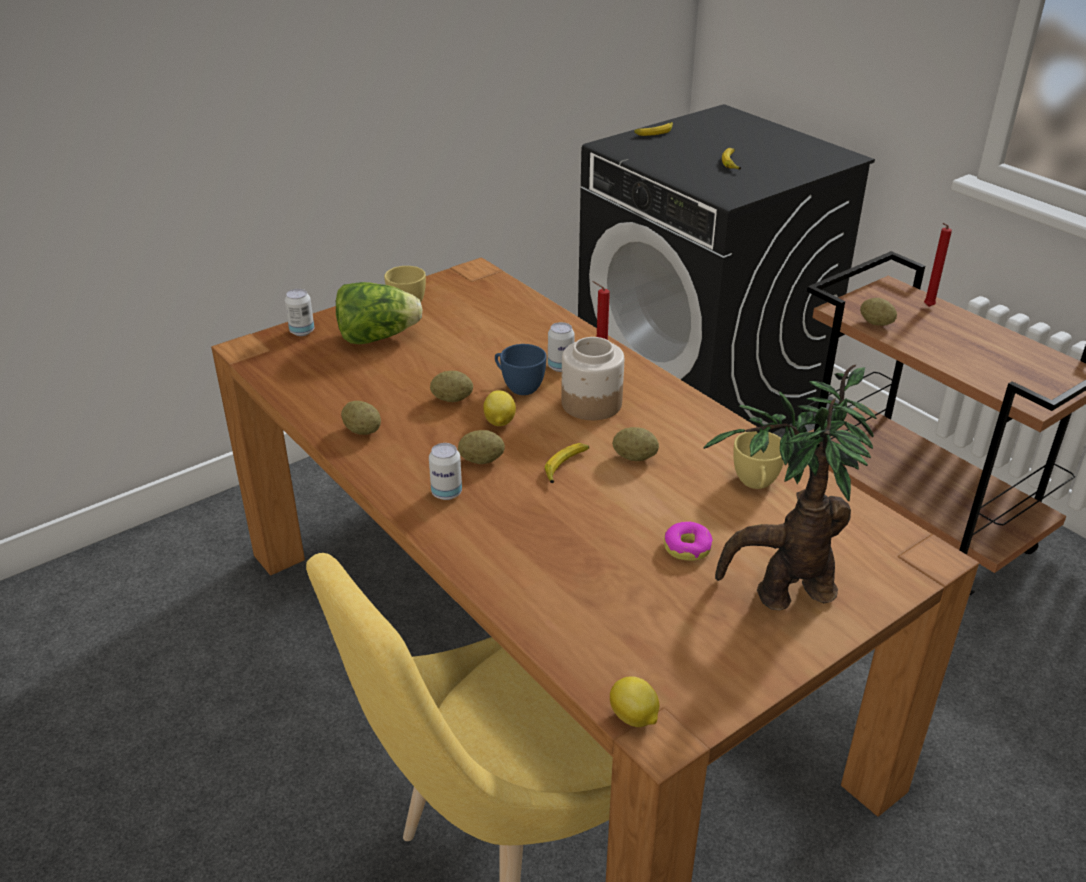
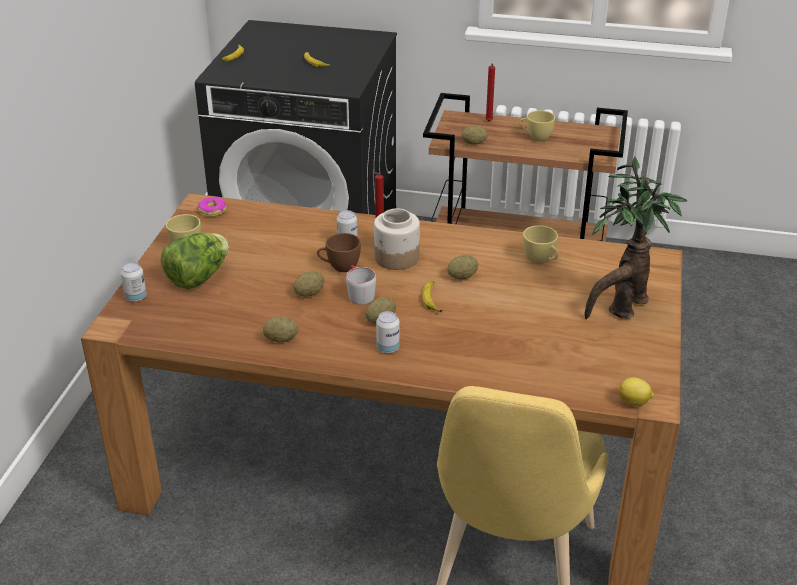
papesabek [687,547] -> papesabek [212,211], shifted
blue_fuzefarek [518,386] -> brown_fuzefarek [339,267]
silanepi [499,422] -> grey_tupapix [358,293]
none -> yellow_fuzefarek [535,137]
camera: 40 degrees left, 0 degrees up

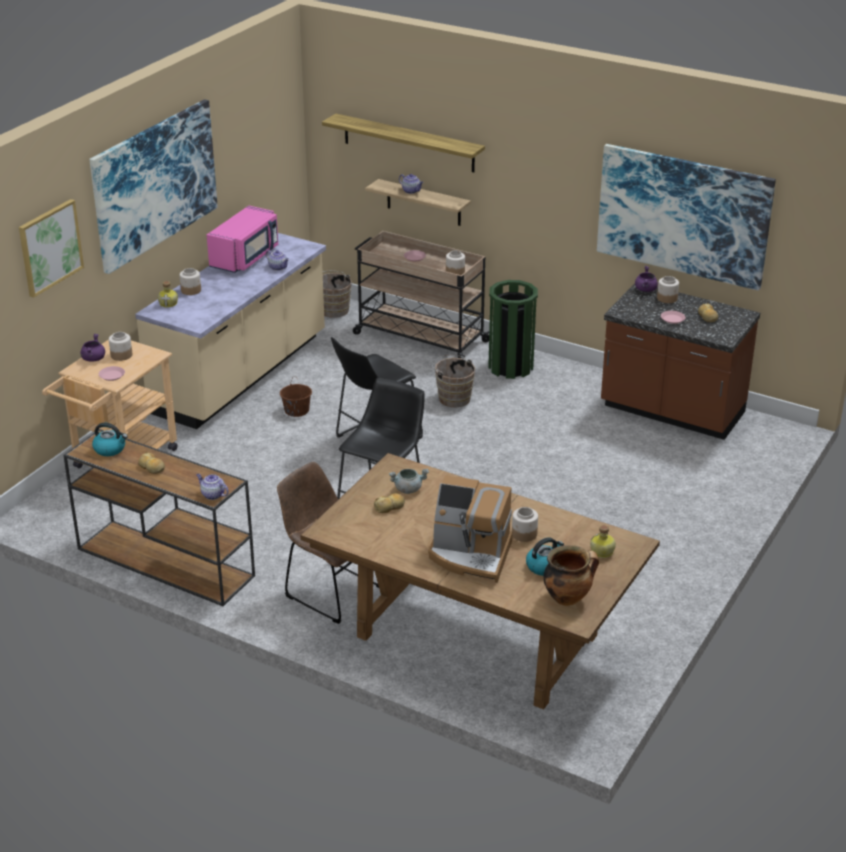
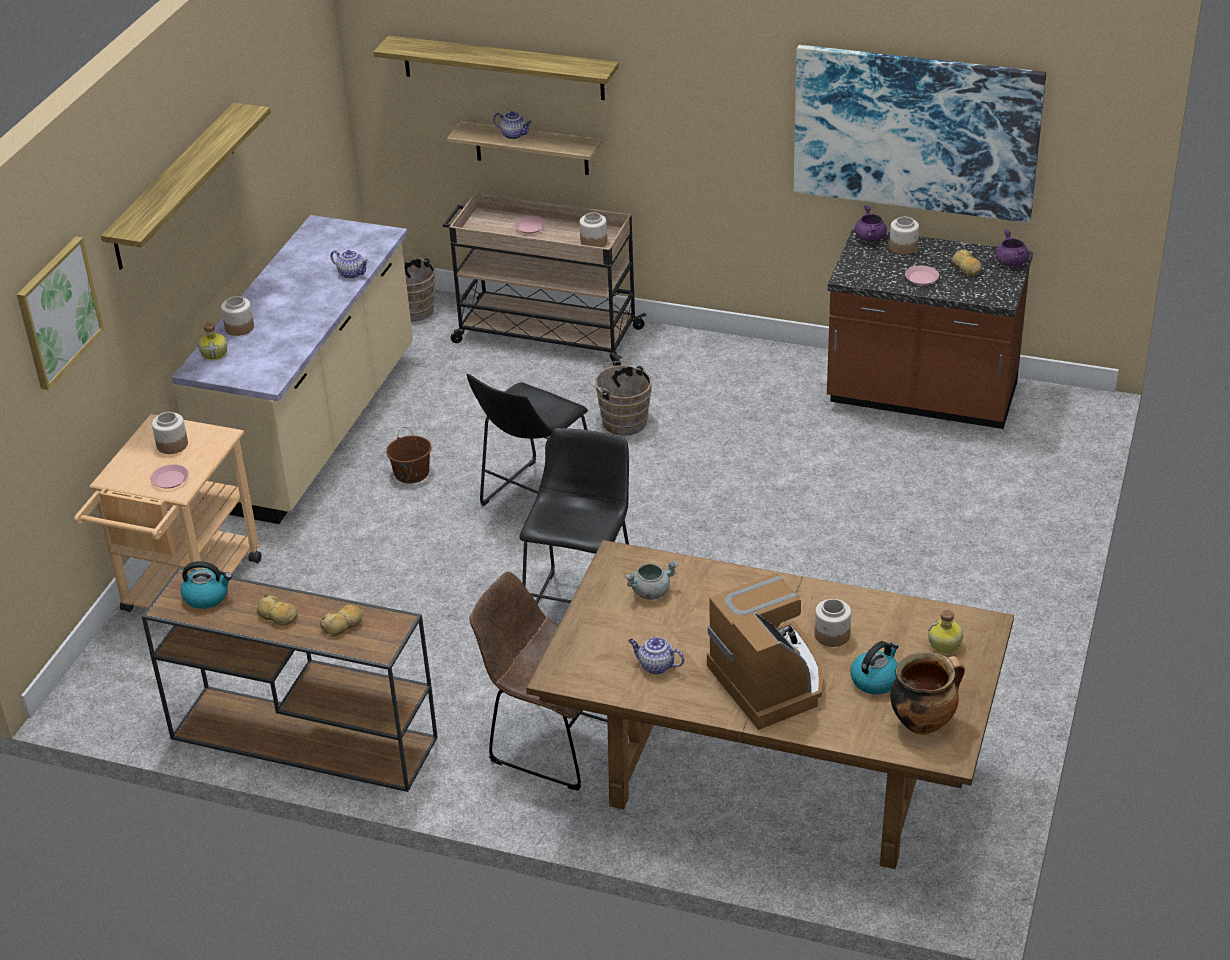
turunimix [154,184] -> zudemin [174,187]
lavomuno [390,507] -> lavomuno [343,625], shifted
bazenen [212,495] -> bazenen [655,666], shifted
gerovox [470,555] -> gerovox [771,680], 120 degrees counterclockwise
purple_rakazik [93,358] -> purple_rakazik [1010,262], shifted
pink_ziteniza [246,257] -> none
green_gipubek [511,367] -> none
camera: 10 degrees left, 5 degrees up

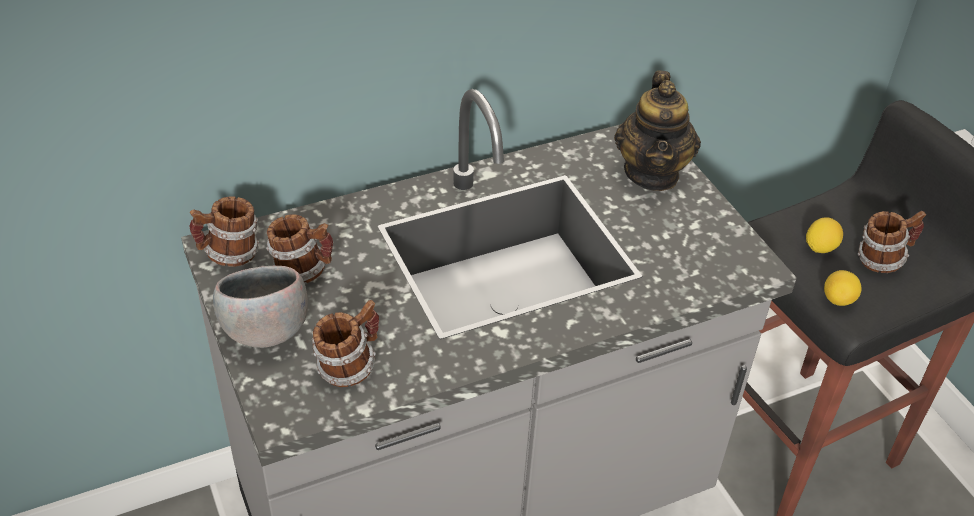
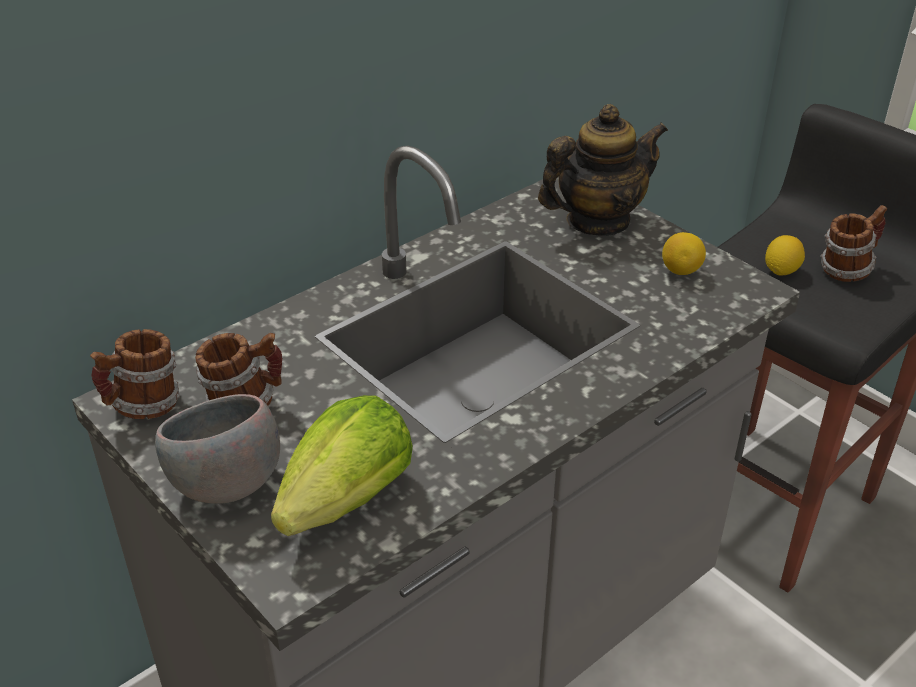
tupapix [349,366] -> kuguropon [348,499]
bazenen [652,173] -> bazenen [597,221], 105 degrees counterclockwise
silanepi [838,300] -> silanepi [681,271], shifted
camera: 15 degrees left, 5 degrees down

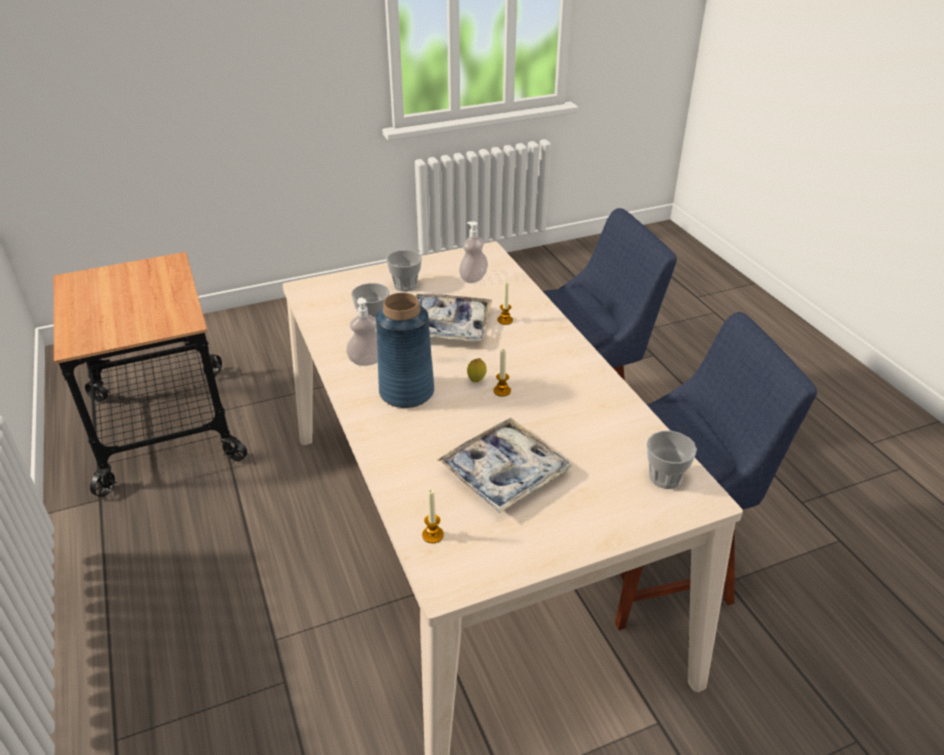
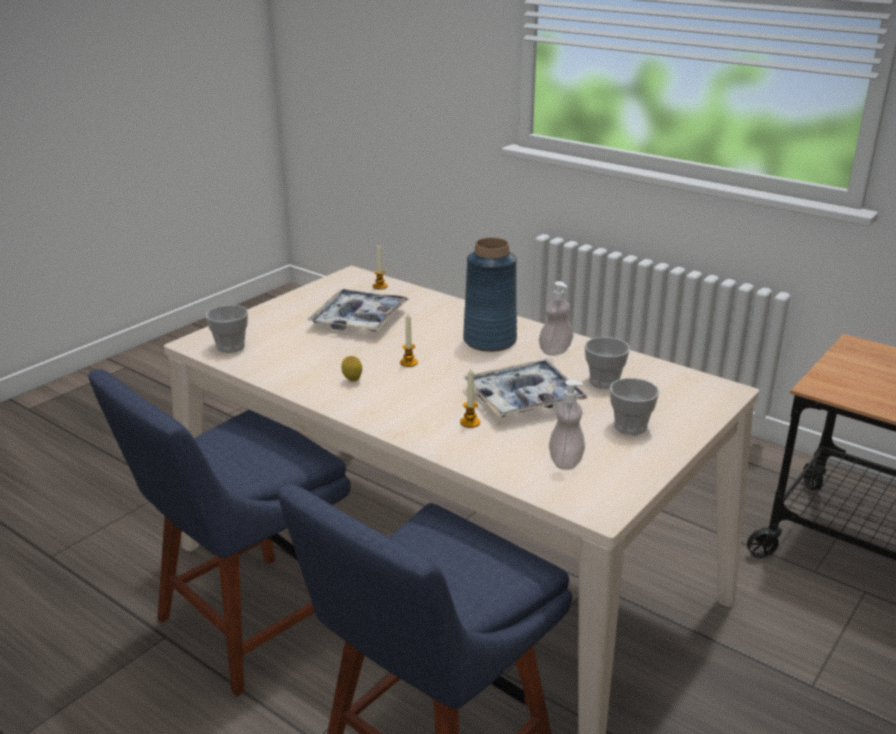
silanepi [476,381] -> silanepi [352,381], shifted
camera: 150 degrees right, 10 degrees down

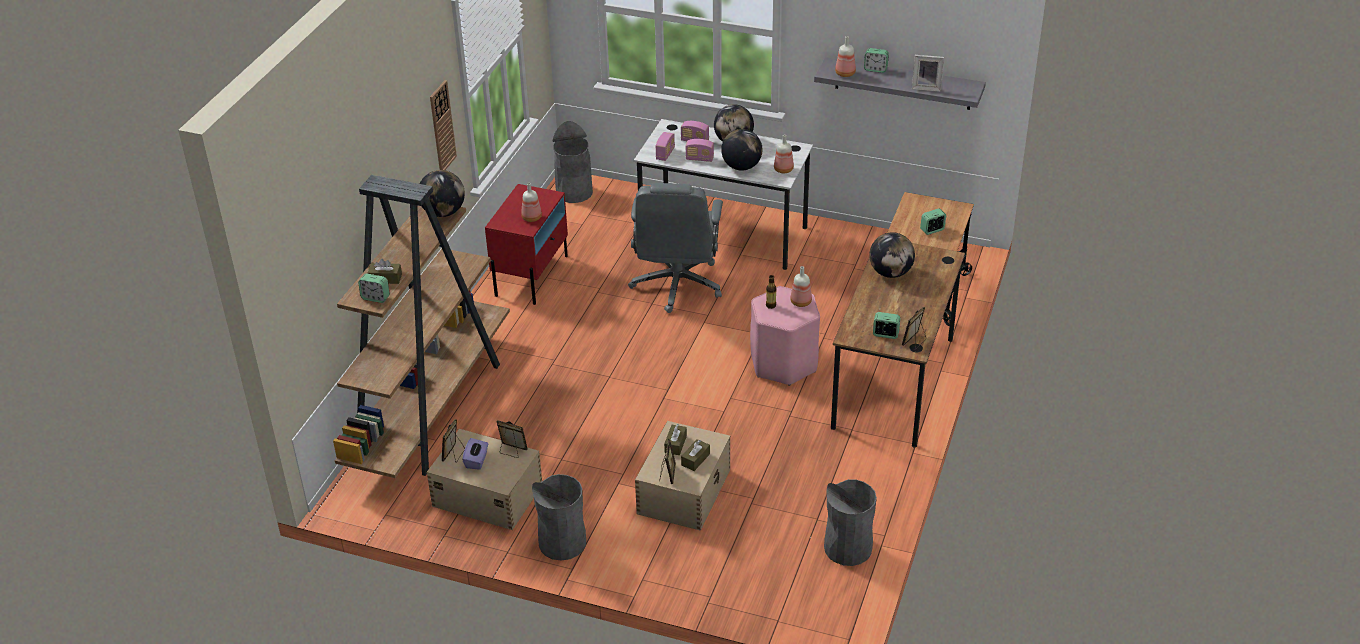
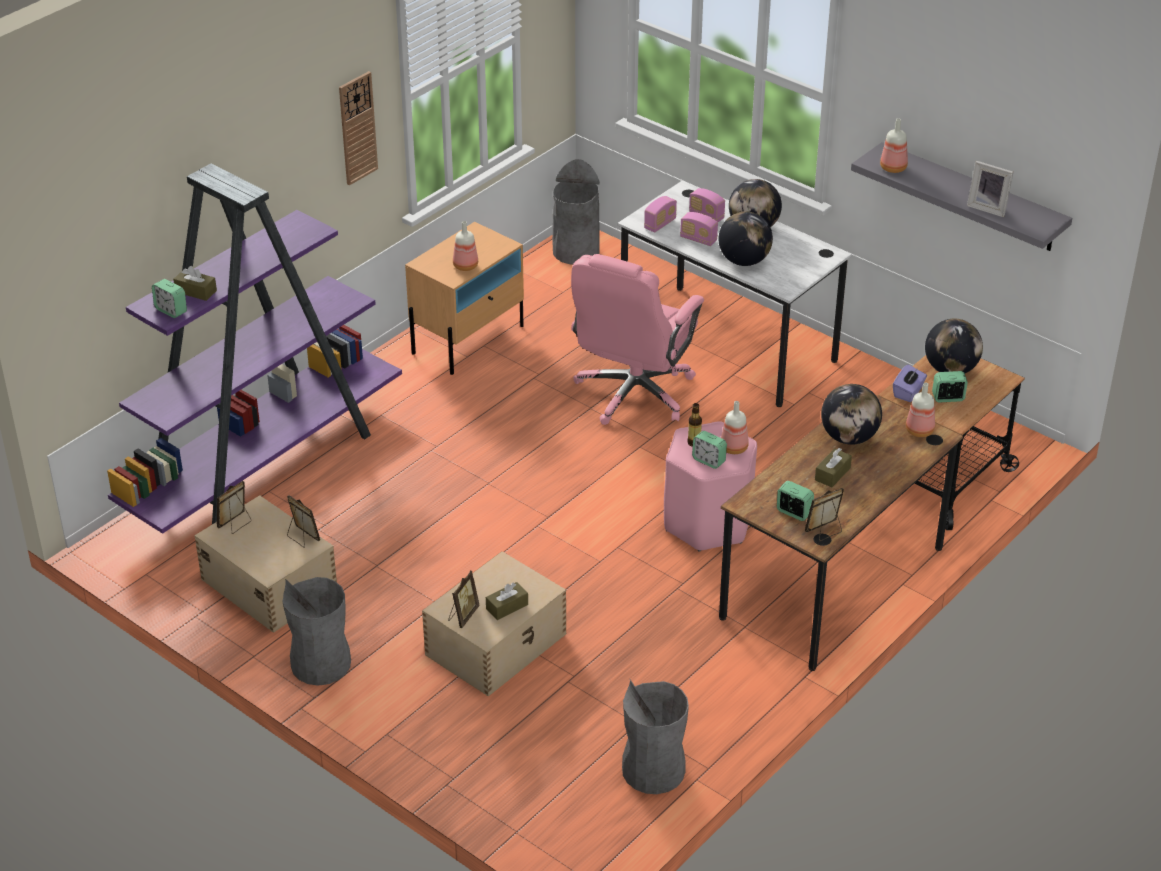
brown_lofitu [431,408] -> purple_lofitu [265,465]
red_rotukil [532,275] -> beige_rotukil [468,339]
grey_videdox [677,285] -> pink_videdox [633,393]
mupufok [875,69] -> mupufok [708,460], shifted
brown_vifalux [675,444] -> brown_vifalux [832,474], shifted
purple_vifalux [476,461] -> purple_vifalux [908,392], shifted
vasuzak [783,169] -> vasuzak [919,430], shifted
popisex [443,212] -> popisex [950,370], shifted
camera: 20 degrees right, 0 degrees up

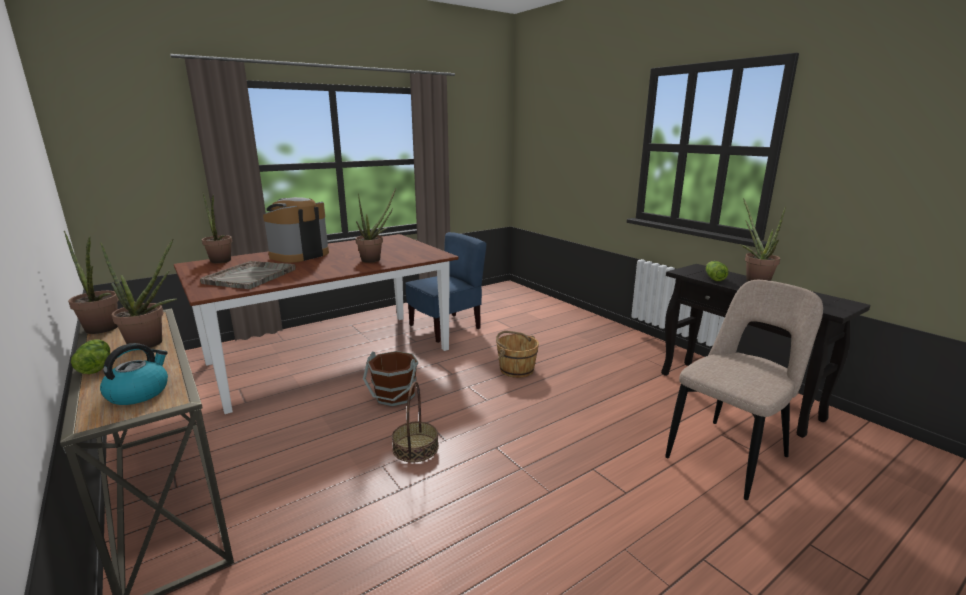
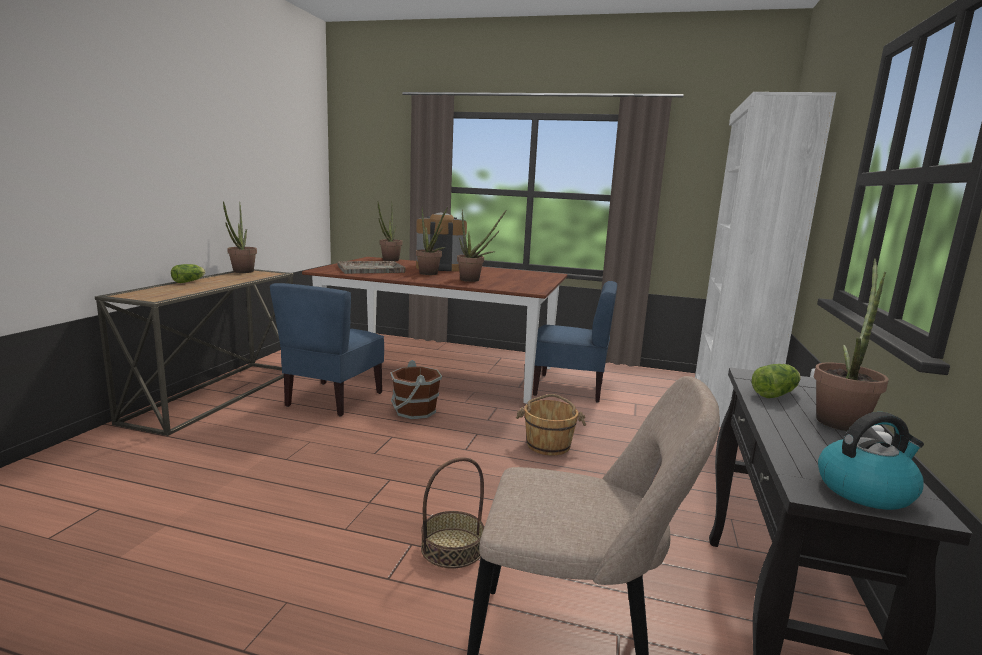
none -> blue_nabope [333,399]
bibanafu [152,344] -> bibanafu [430,274], shifted
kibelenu [415,448] -> kibelenu [452,548], shifted
none -> white_lofitu [727,403]
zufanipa [139,393] -> zufanipa [865,490], shifted
camera: 50 degrees right, 5 degrees down

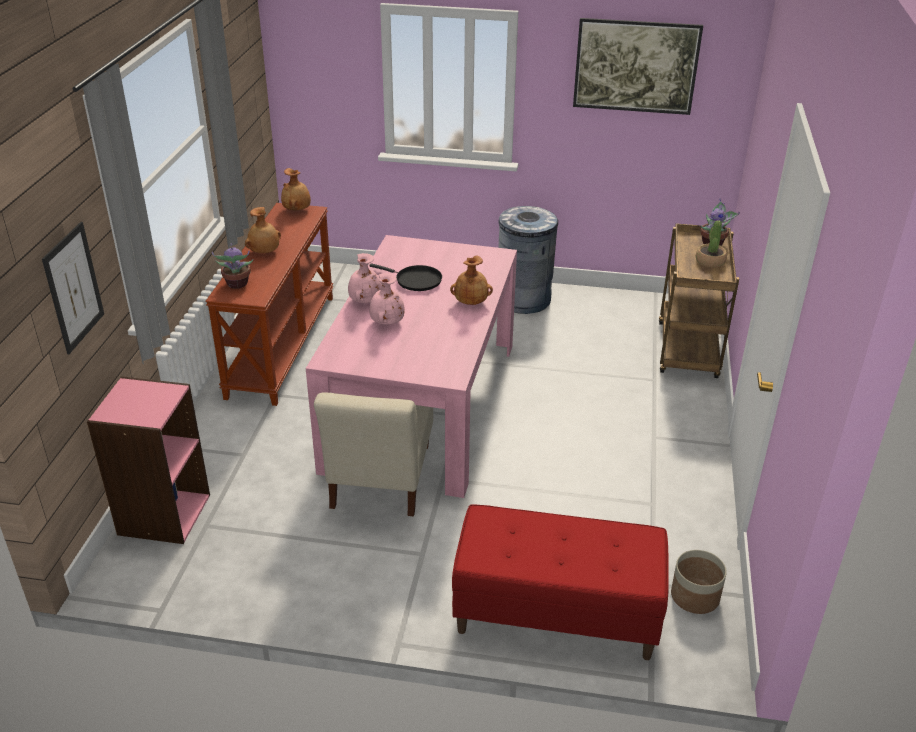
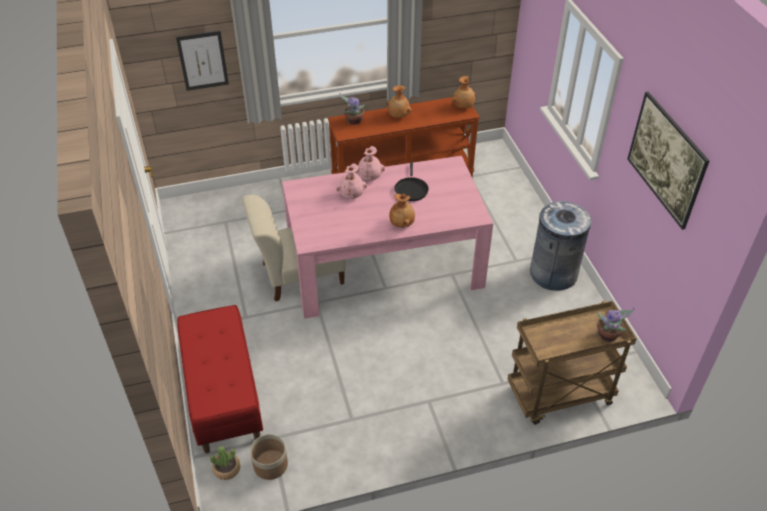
bibanafu [710,261] -> bibanafu [227,469], shifted
pink_lofitu [163,514] -> none
camera: 65 degrees right, 10 degrees up

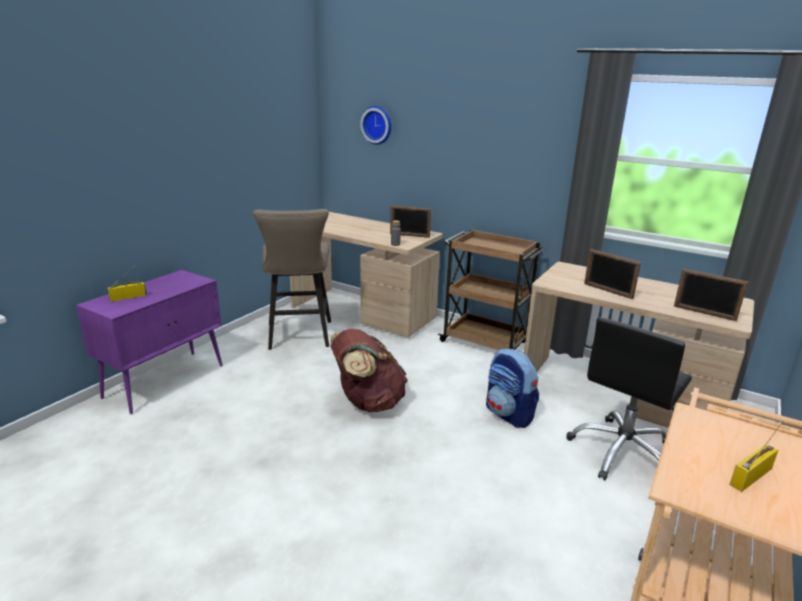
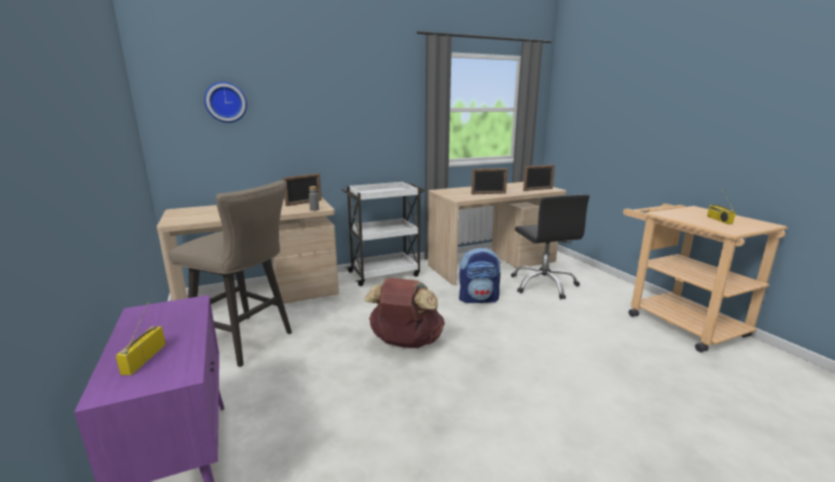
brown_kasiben [485,342] -> white_kasiben [385,273]
camera: 55 degrees left, 5 degrees down

